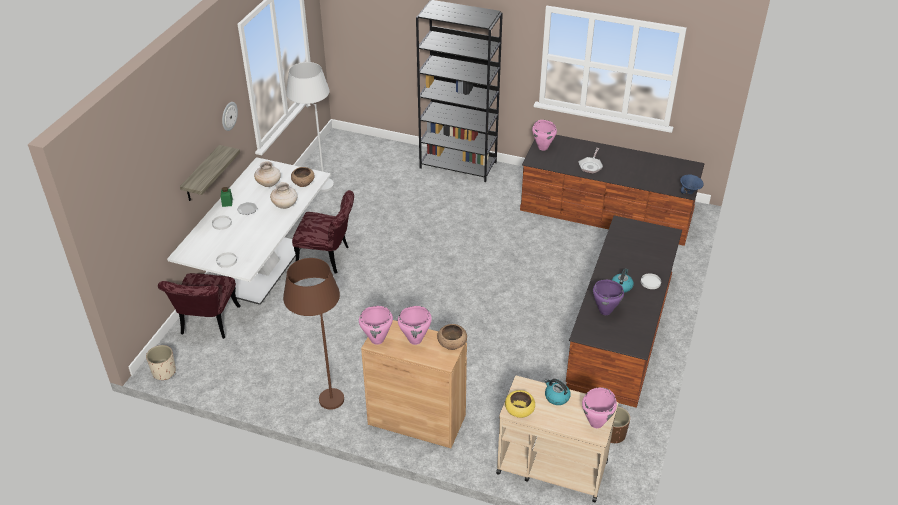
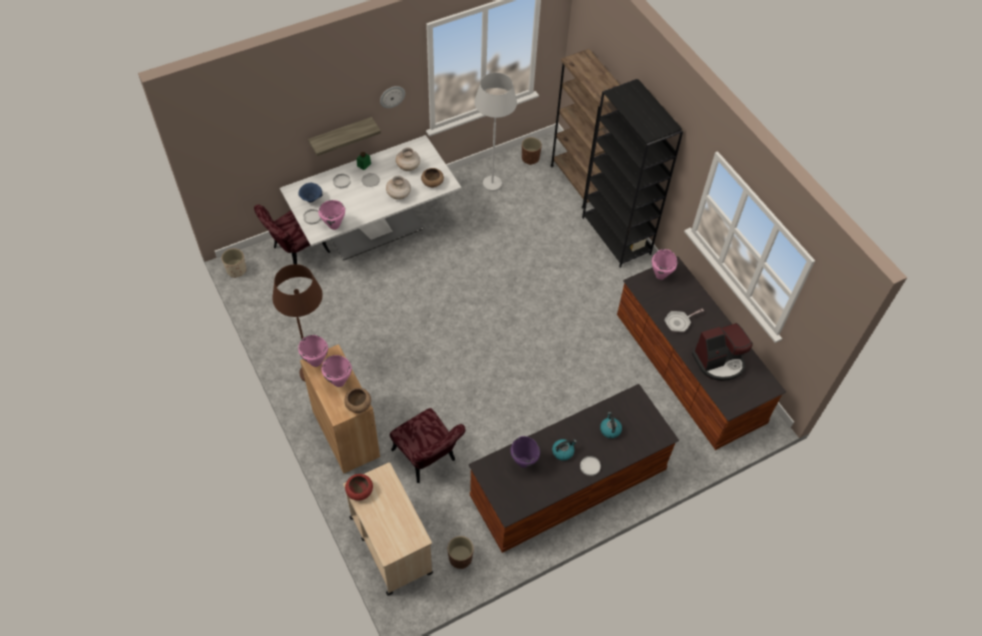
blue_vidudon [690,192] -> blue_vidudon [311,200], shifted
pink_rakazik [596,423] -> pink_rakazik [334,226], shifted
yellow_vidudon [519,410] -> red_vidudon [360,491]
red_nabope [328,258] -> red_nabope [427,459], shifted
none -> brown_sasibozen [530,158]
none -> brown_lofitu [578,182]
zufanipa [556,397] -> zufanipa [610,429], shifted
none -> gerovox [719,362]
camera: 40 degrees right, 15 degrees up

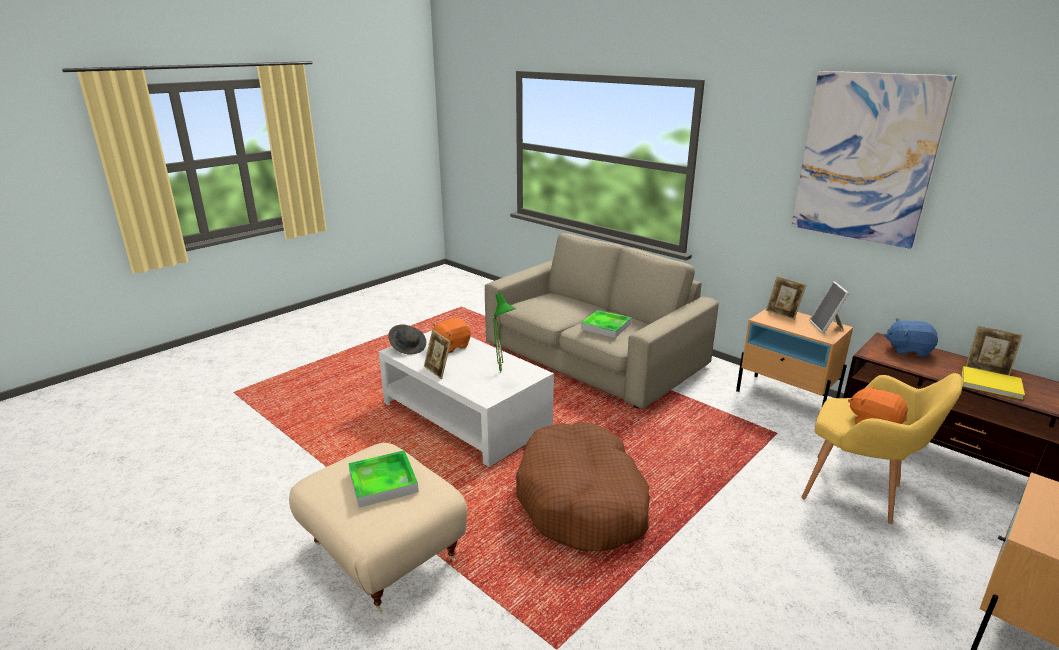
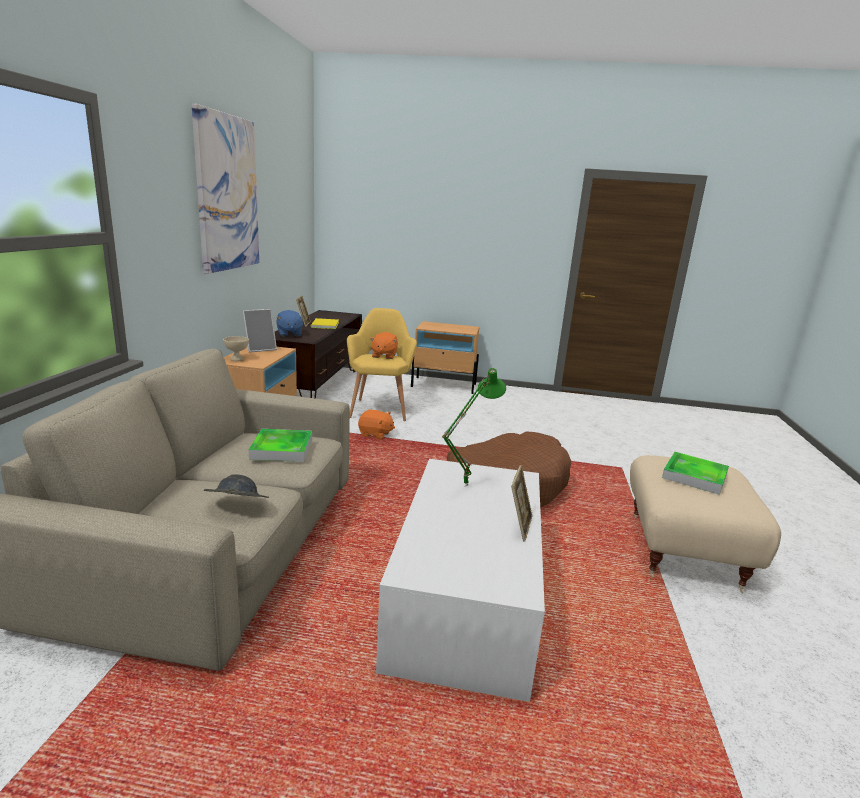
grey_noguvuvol [408,347] -> grey_noguvuvol [236,506], shifted
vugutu [782,313] -> beige_vidudon [237,359]
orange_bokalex [451,346] -> orange_bokalex [375,434], shifted
camera: 125 degrees left, 5 degrees down

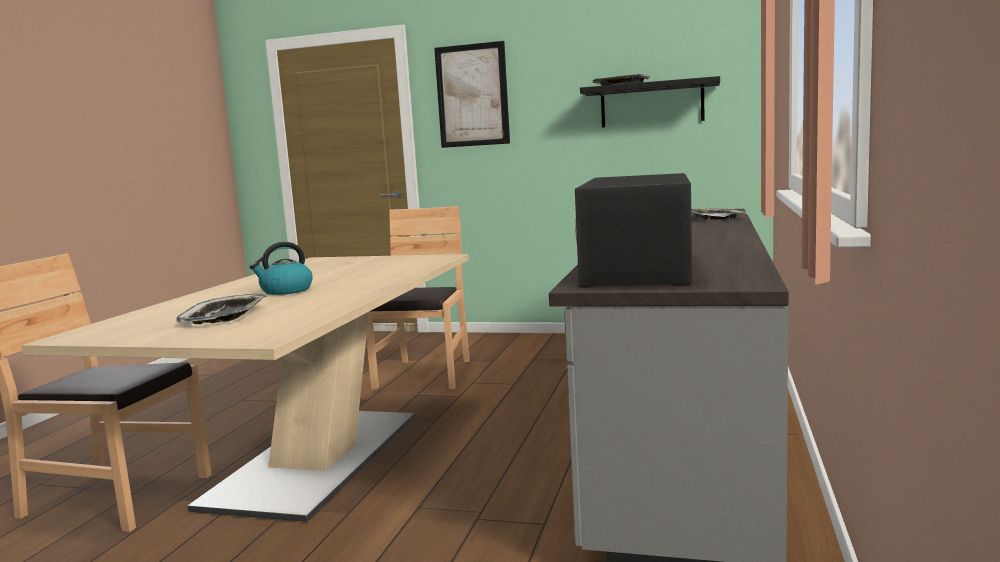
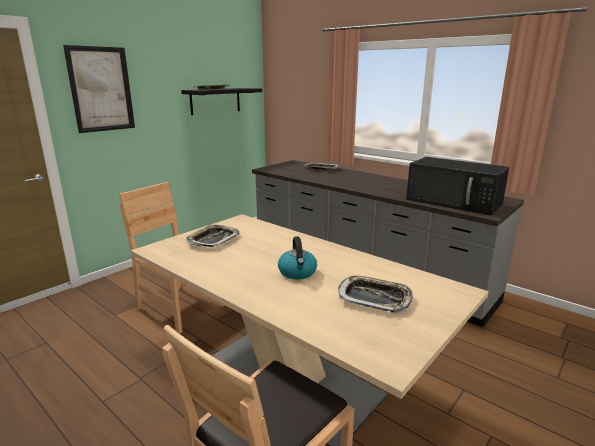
none -> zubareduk [213,239]
camera: 65 degrees left, 10 degrees up

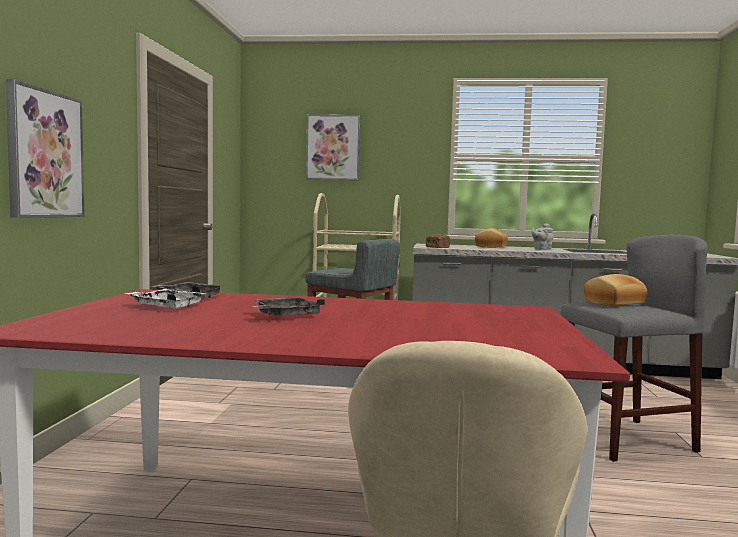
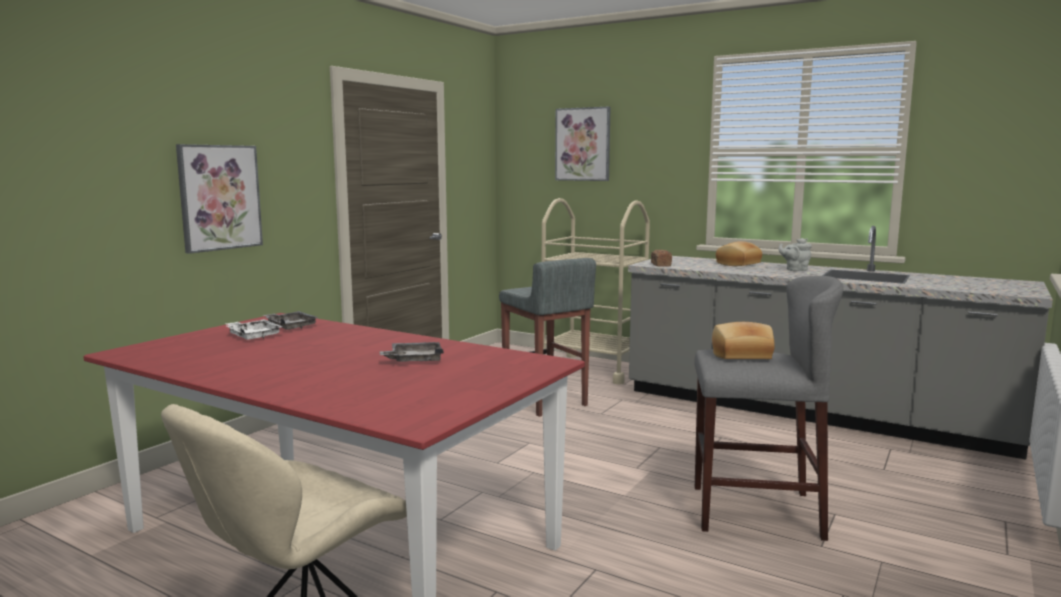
grey_zubareduk [285,316] -> grey_zubareduk [414,360], shifted
camera: 25 degrees right, 5 degrees up

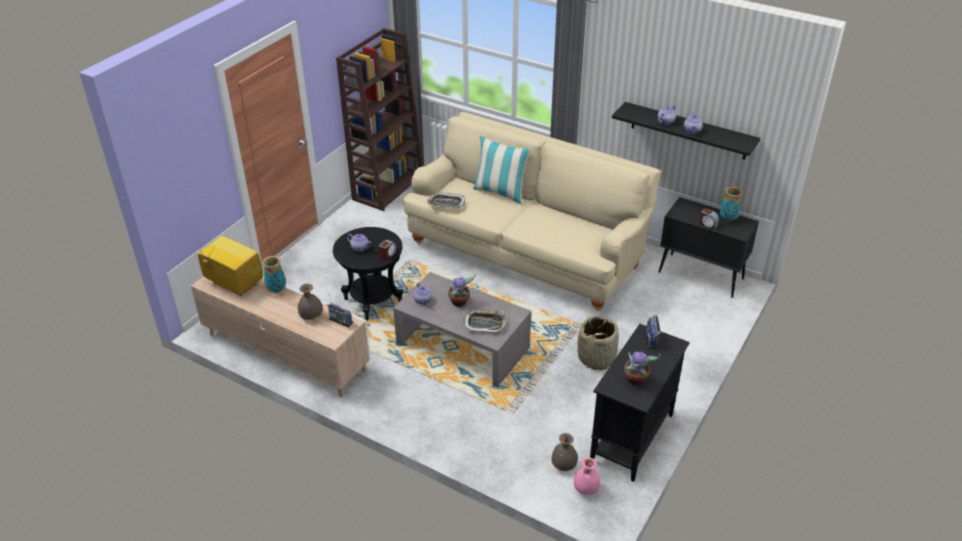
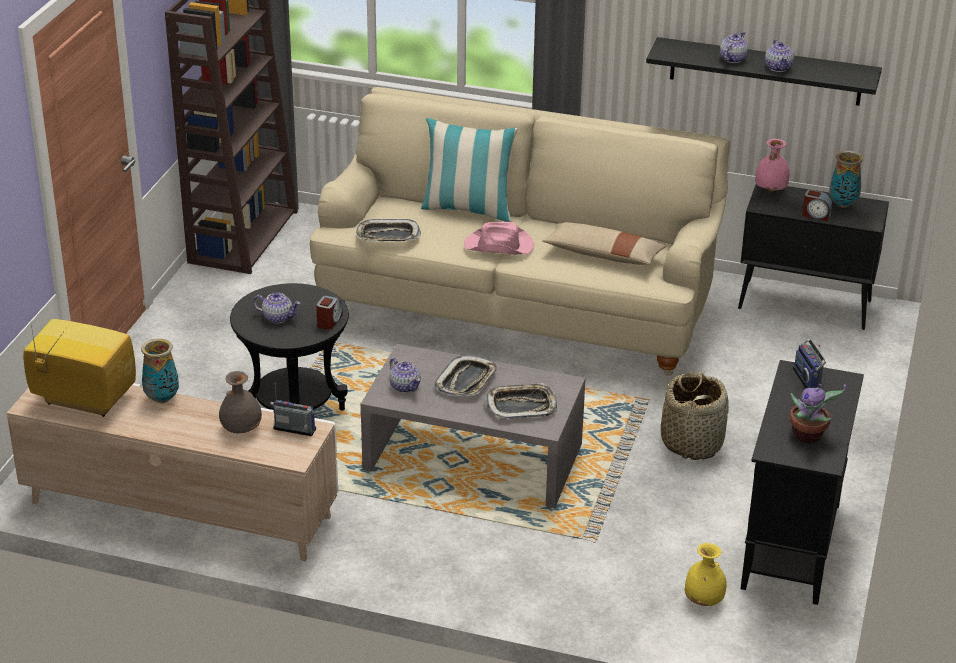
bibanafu [459,302] -> zubareduk [466,381]
none -> pink_noguvuvol [499,246]
none -> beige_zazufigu [603,255]
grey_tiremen [564,466] -> yellow_tiremen [704,601]
pink_tiremen [585,489] -> pink_tiremen [770,189], shifted
camera: 15 degrees left, 5 degrees down

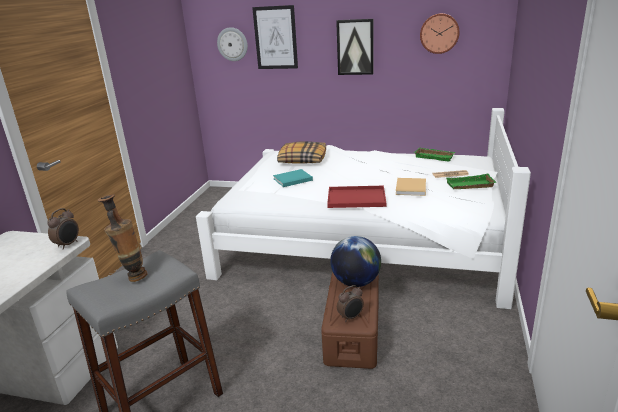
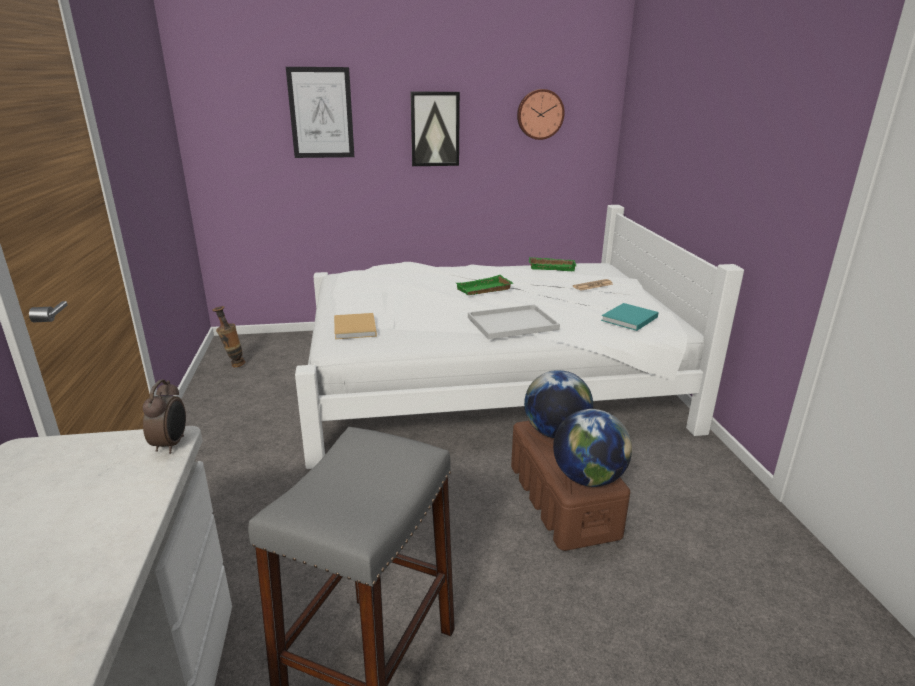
tiremen [132,277] -> tiremen [233,365], shifted
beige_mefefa [410,188] -> beige_mefefa [355,329], shifted
green_zubareduk [469,186] -> green_zubareduk [484,290], shifted
red_zubareduk [357,198] -> white_zubareduk [513,323]
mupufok [351,317] -> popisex [588,478]
turquoise_mefefa [291,179] -> turquoise_mefefa [628,319], shifted
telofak [232,44] -> none
zazufigu [302,159] -> none
camera: 25 degrees left, 0 degrees up

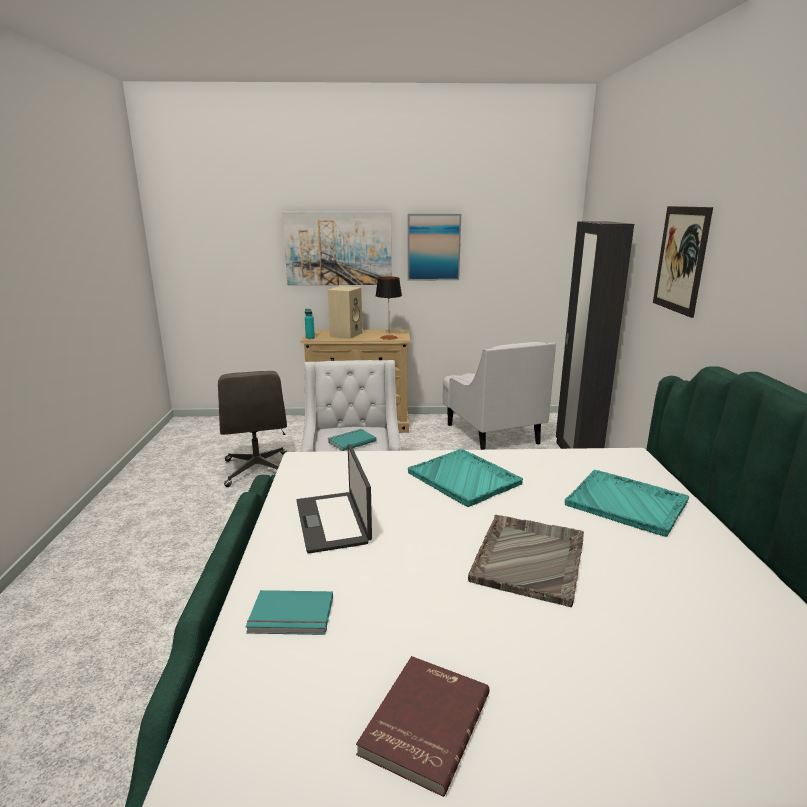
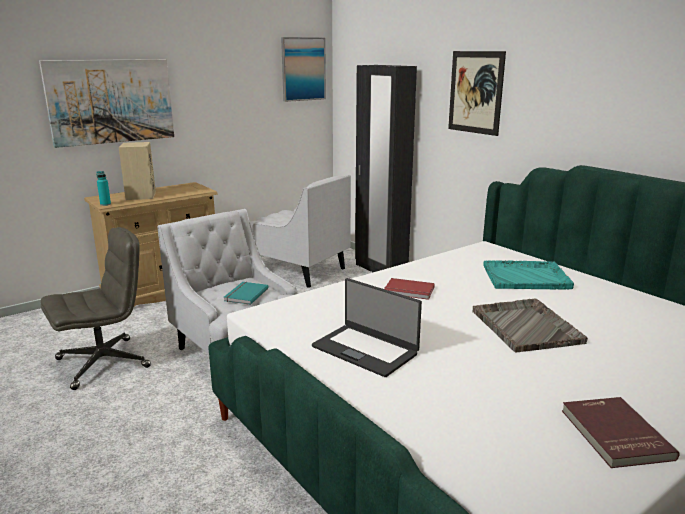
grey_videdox [258,470] -> grey_videdox [104,362], 75 degrees counterclockwise
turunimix [433,247] -> turunimix [303,69], shifted
turquoise_zubareduk [464,479] -> red_mefefa [409,291]
turquoise_mefefa [291,616] -> none
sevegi [389,337] -> none
camera: 35 degrees left, 0 degrees up

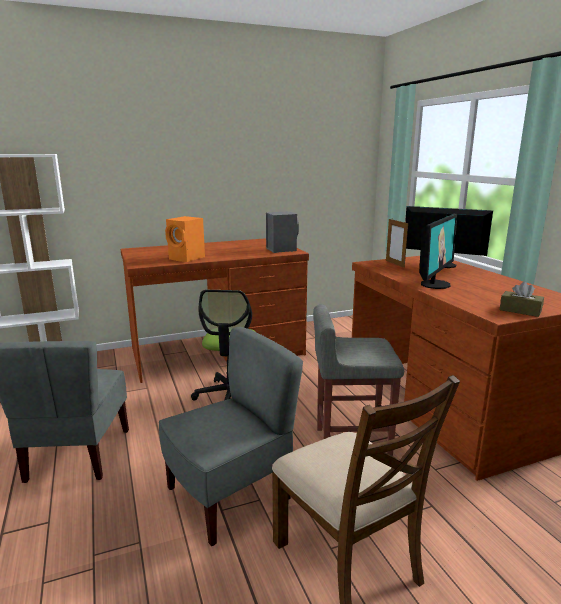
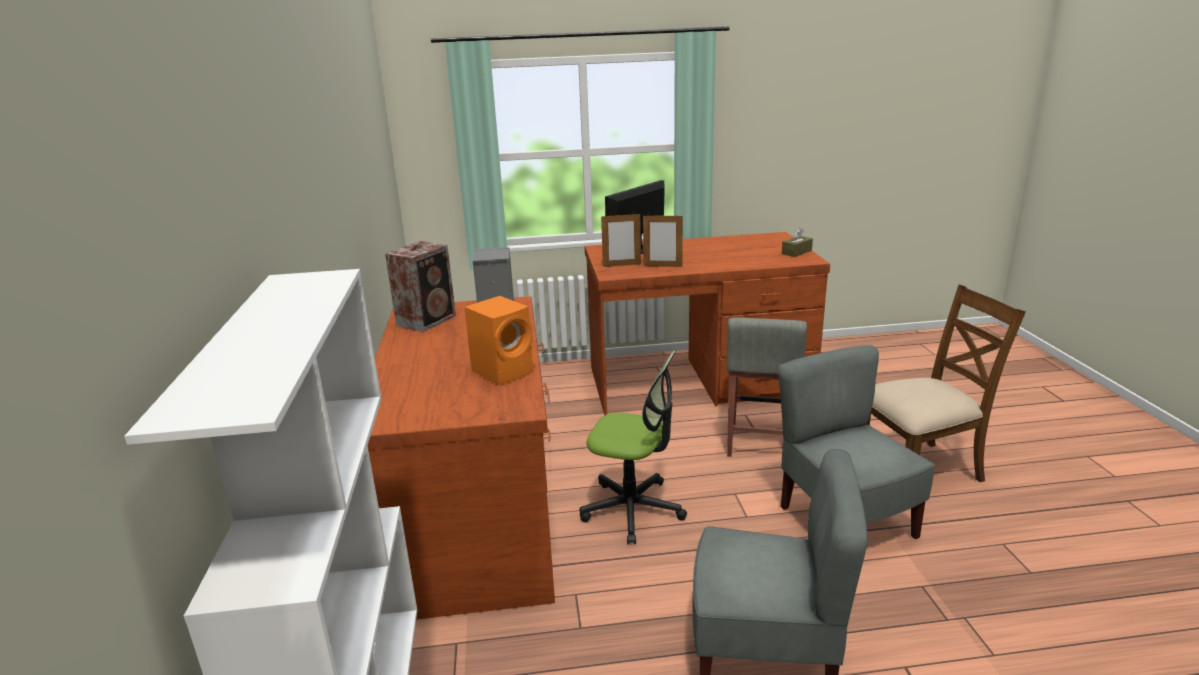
none -> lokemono [428,320]
none -> vugutu [662,266]
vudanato [434,284] -> none
camera: 75 degrees left, 5 degrees up

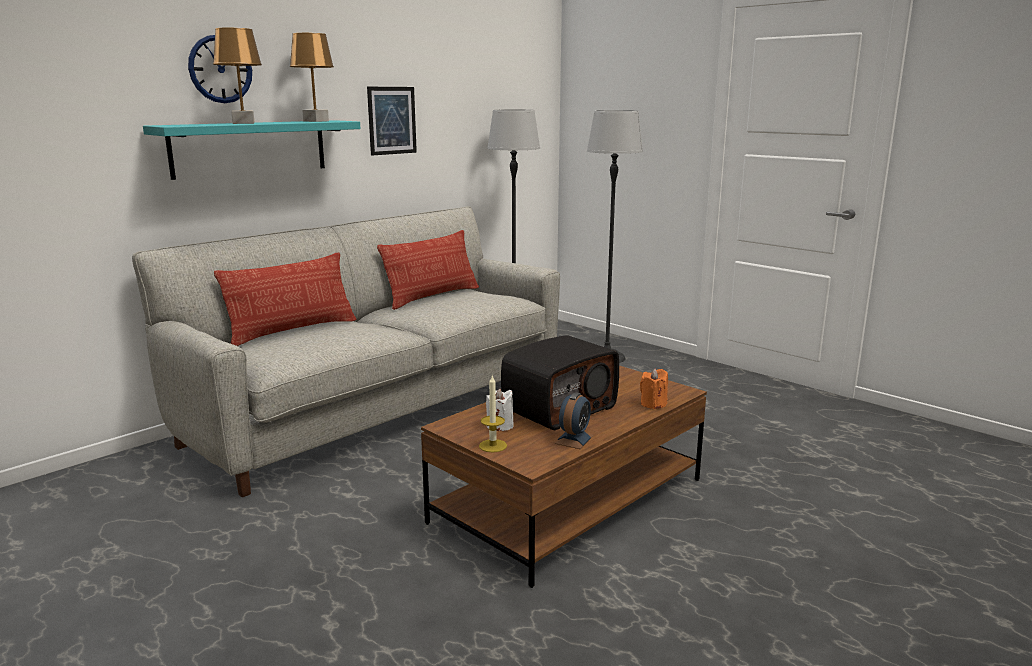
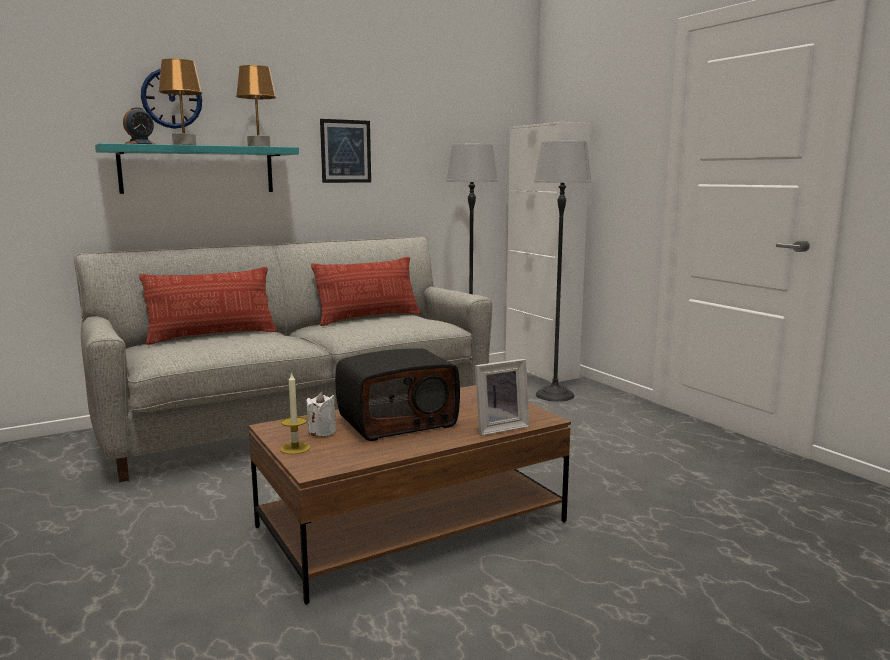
mupufok [574,439] -> mupufok [140,144], shifted
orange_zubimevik [653,404] -> vugutu [499,427]
none -> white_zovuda [541,371]
camera: 15 degrees right, 5 degrees down

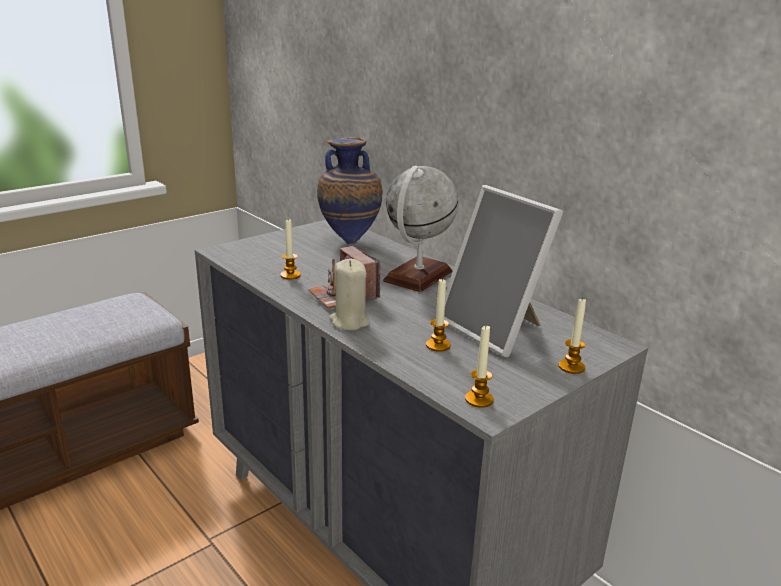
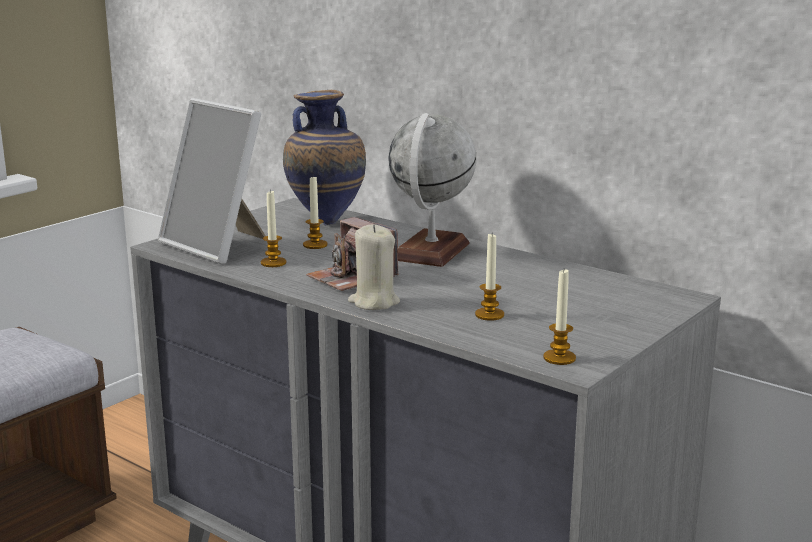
vugutu [495,330] -> vugutu [219,246], shifted
zubimevik [571,367] -> zubimevik [315,245], shifted
camera: 10 degrees left, 5 degrees down

